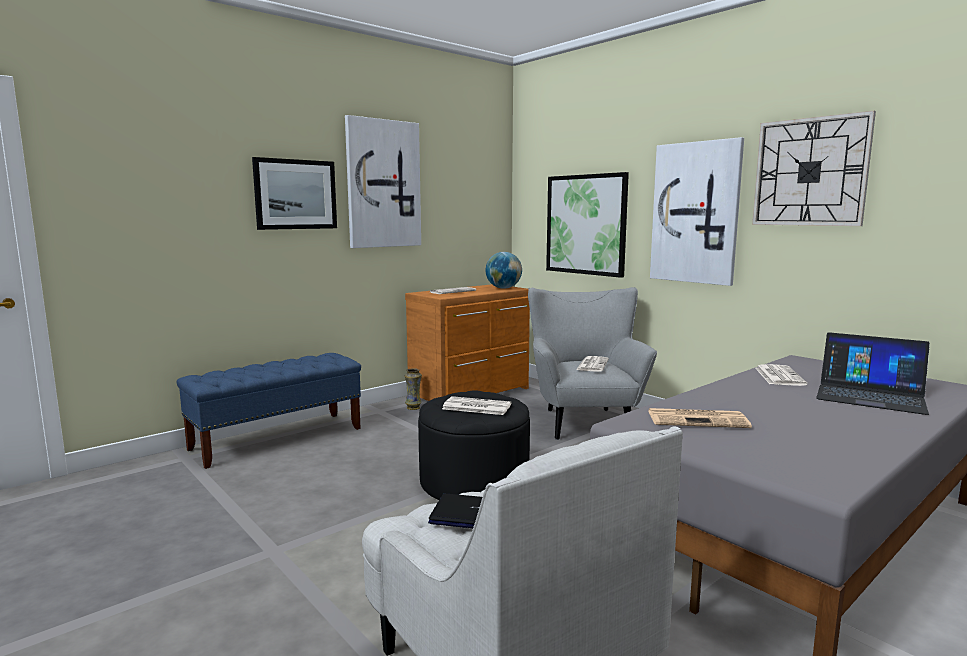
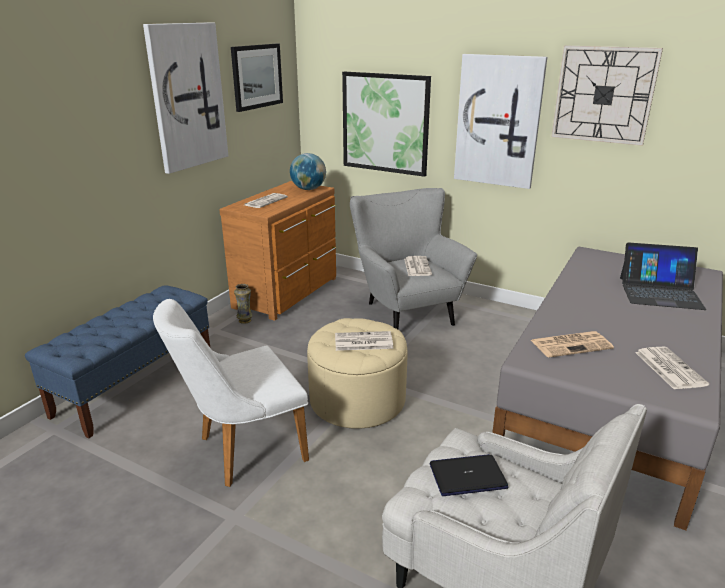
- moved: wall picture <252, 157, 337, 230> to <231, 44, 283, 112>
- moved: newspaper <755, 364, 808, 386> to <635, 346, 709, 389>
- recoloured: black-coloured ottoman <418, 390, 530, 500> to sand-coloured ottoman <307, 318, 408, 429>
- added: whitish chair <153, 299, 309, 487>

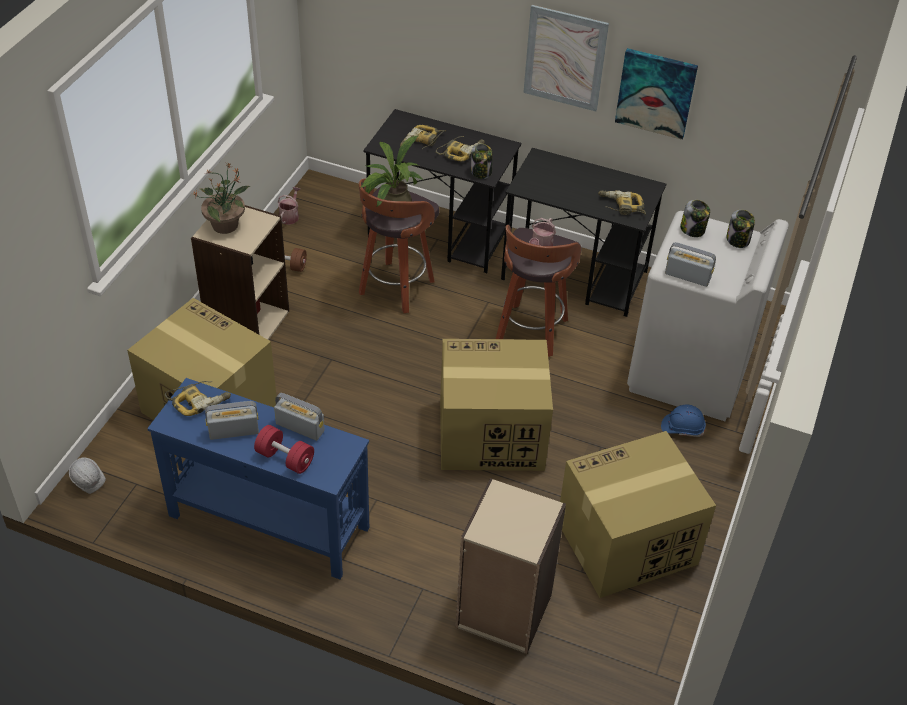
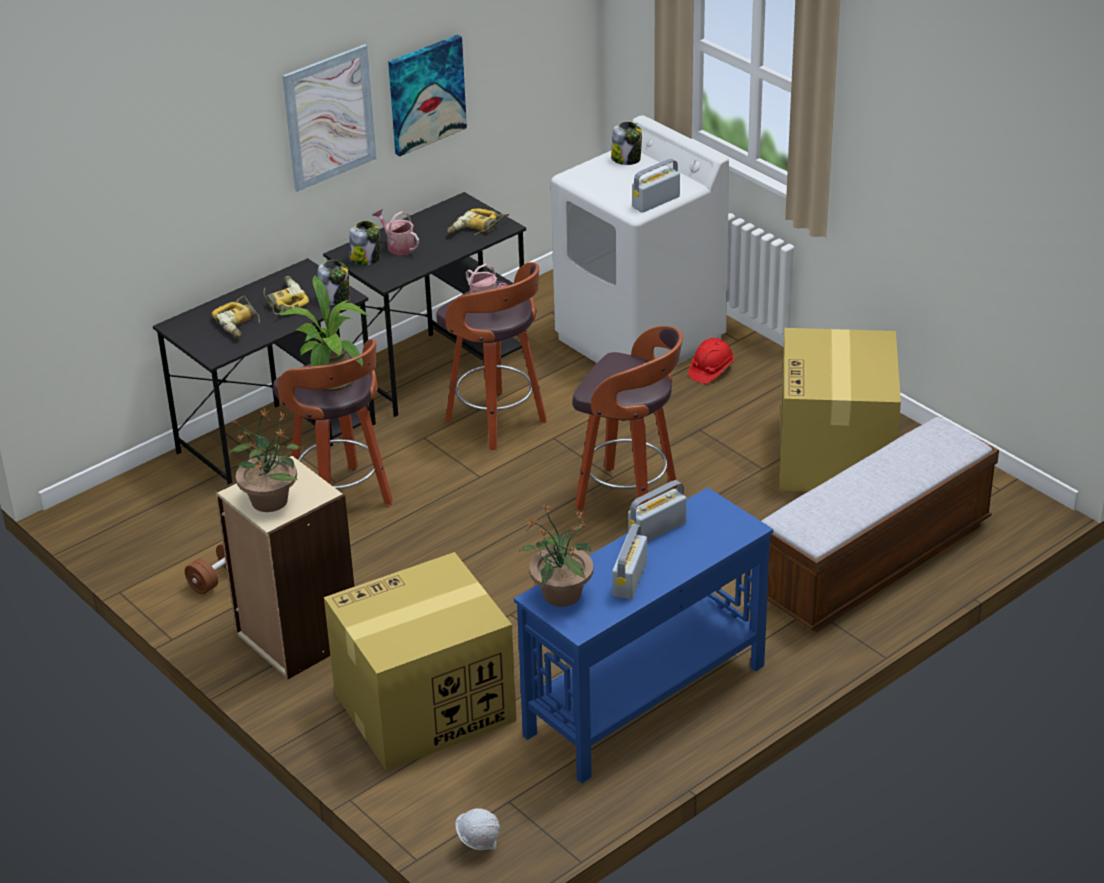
- moved: watering can <277, 187, 300, 225> to <373, 209, 419, 255>
- moved: jar <680, 200, 710, 237> to <349, 221, 380, 265>
- replaced: packing box <440, 339, 553, 471> to sitting stool <572, 326, 683, 510>
- replaced: power drill <165, 381, 231, 416> to plant in a pot <519, 504, 593, 607>
- recoloured: blue-coloured hard hat <661, 404, 706, 437> to red hard hat <689, 338, 734, 383>
- removed: red dumbbell <254, 425, 314, 474>
- replaced: sand-coloured shelving unit <455, 478, 566, 654> to long seat <761, 417, 999, 632>

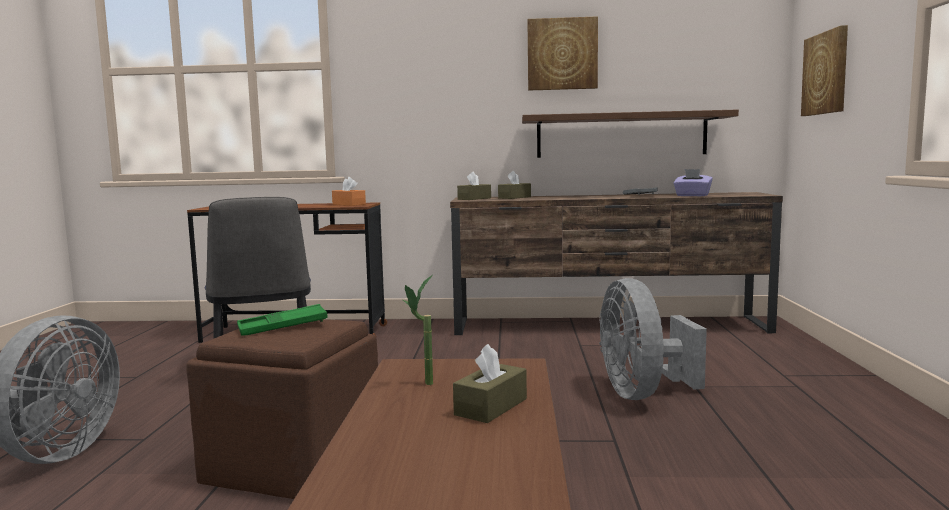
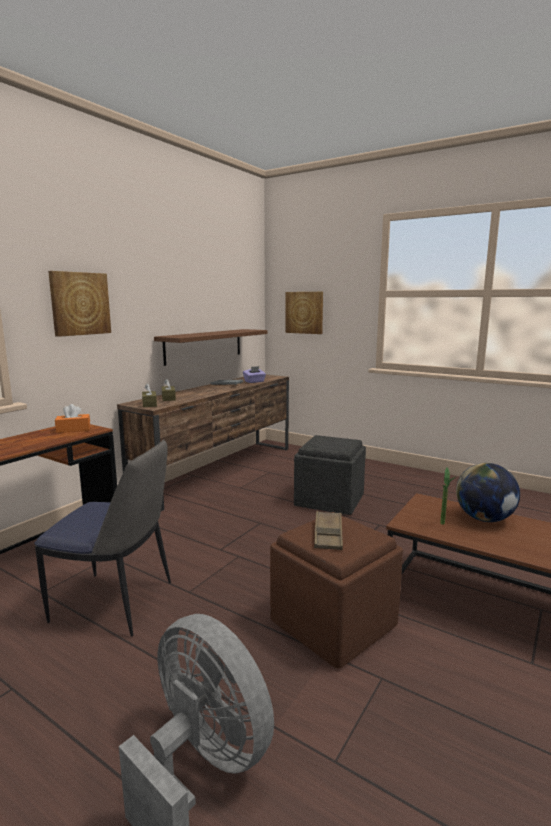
- moved: wall picture <528, 16, 598, 91> to <48, 271, 111, 337>
- replaced: grey cooling fan <599, 278, 707, 400> to grey ottoman <294, 435, 366, 515>
- recoloured: green carrying tray <237, 304, 328, 336> to brown-coloured carrying tray <314, 511, 343, 550>
- replaced: brown-coloured tissue box <453, 344, 527, 423> to desk globe <456, 463, 520, 522>

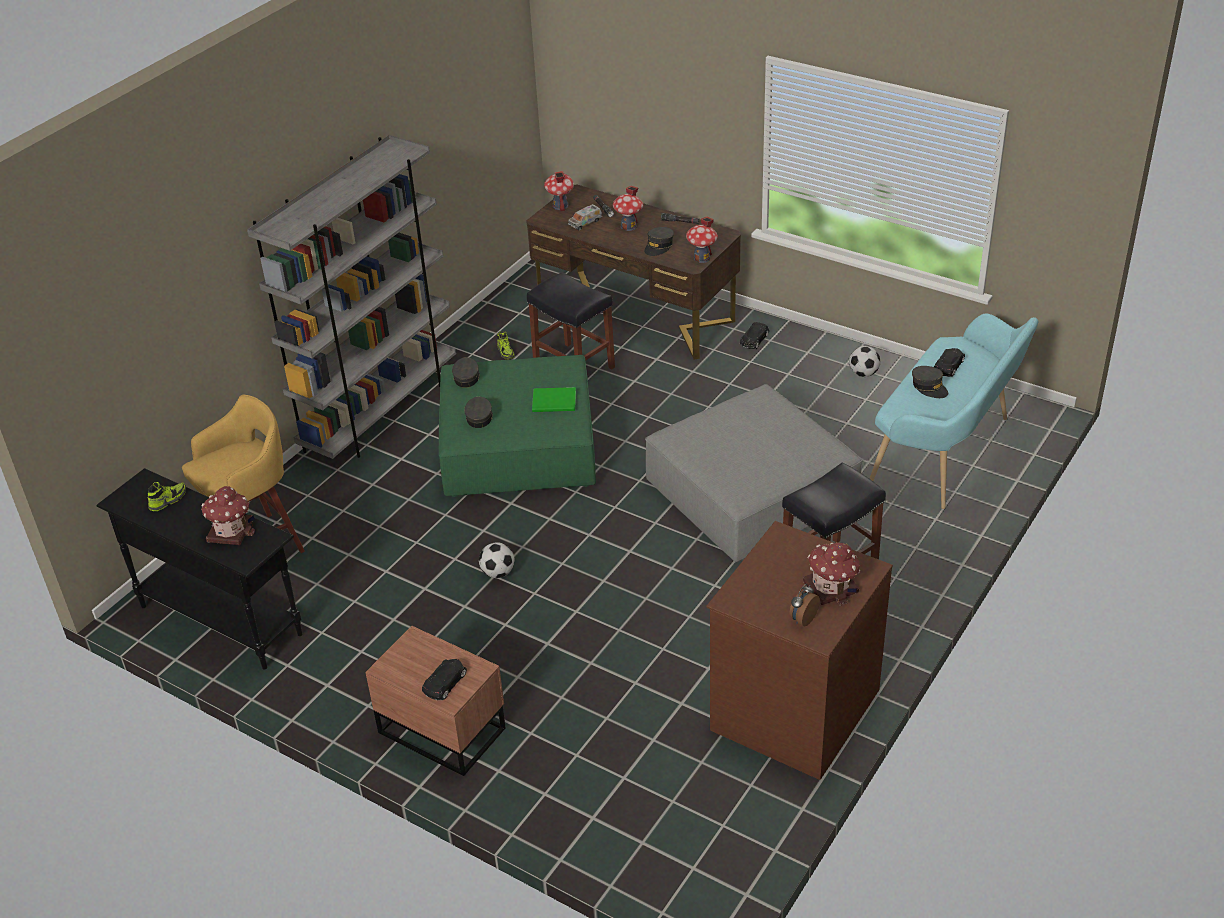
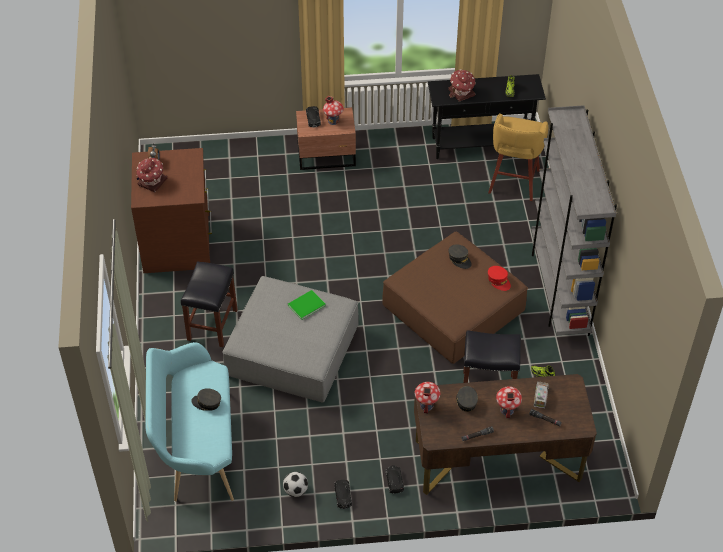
- moved: miniature house <544, 171, 574, 212> to <323, 96, 344, 125>
- moved: black-coloured miniature car <934, 348, 965, 377> to <334, 480, 352, 509>
- recoloured: green ottoman <439, 355, 596, 497> to brown-coloured ottoman <382, 232, 528, 364>
- recoloured: grey cap <452, 357, 480, 388> to red cap <488, 266, 511, 291>
- moved: green volume <532, 387, 576, 412> to <288, 290, 326, 320>
- removed: football ball <479, 542, 514, 578>

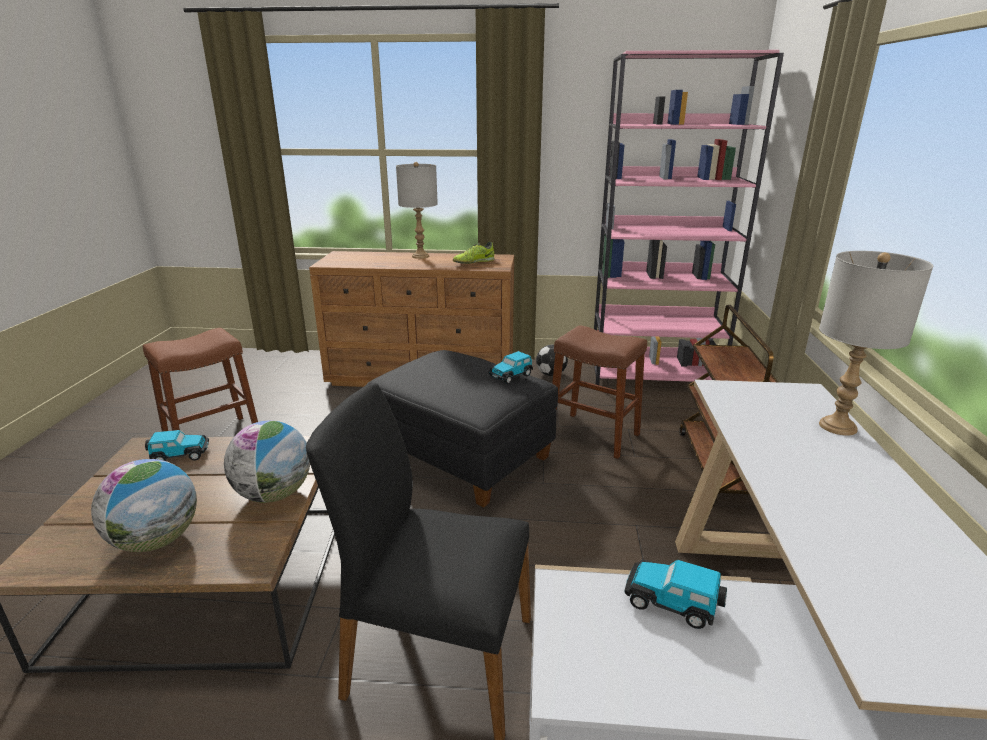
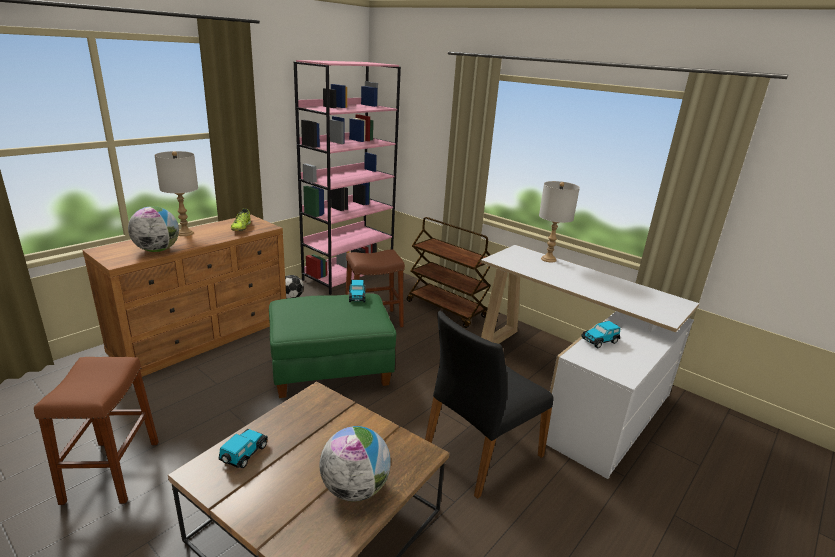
- recoloured: black-coloured ottoman <365, 350, 558, 508> to green ottoman <269, 293, 397, 398>
- moved: desk globe <224, 421, 310, 503> to <128, 206, 179, 252>

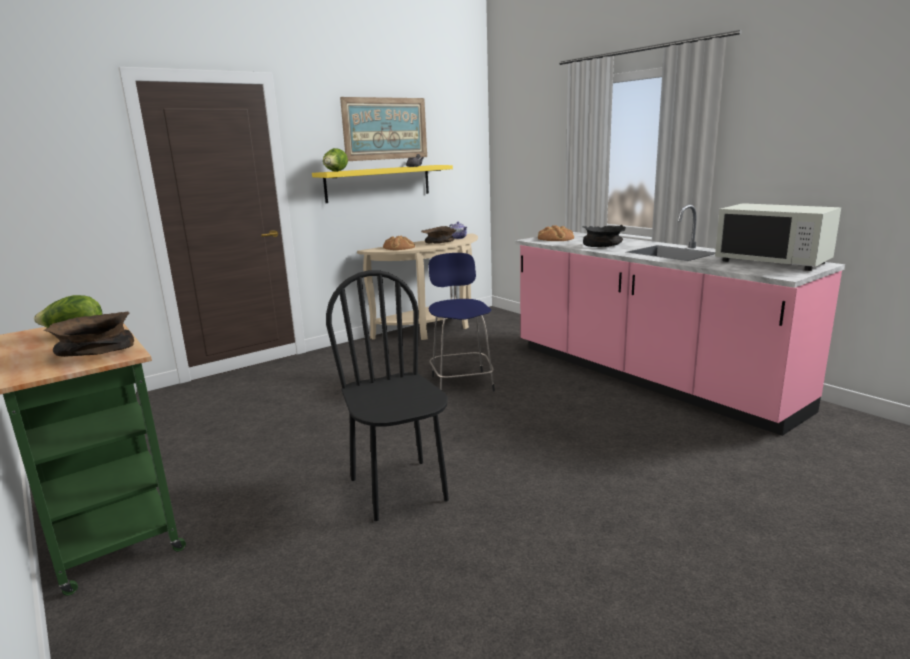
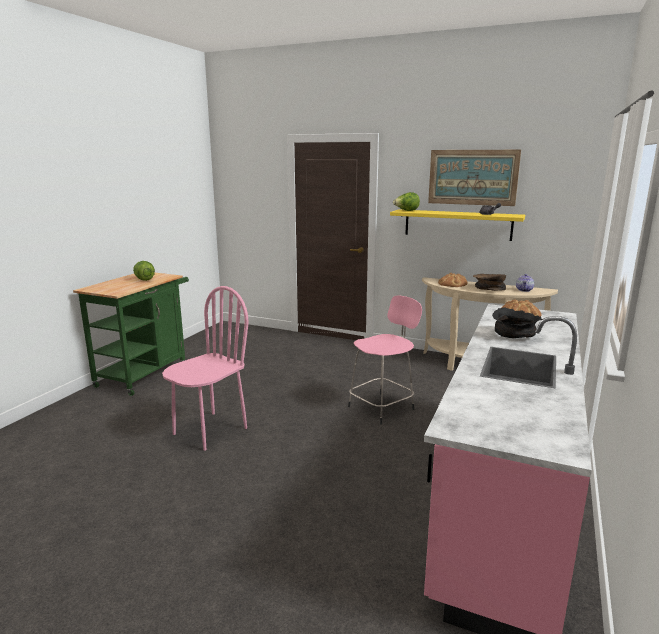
- removed: whitish kitchen microwave <715, 203, 841, 271>
- recoloured: blue-coloured sitting stool <429, 253, 495, 391> to pink sitting stool <348, 296, 422, 425>
- recoloured: black-coloured chair <326, 270, 449, 521> to pink chair <162, 286, 249, 451>
- removed: brown-coloured bowl <43, 312, 134, 357>

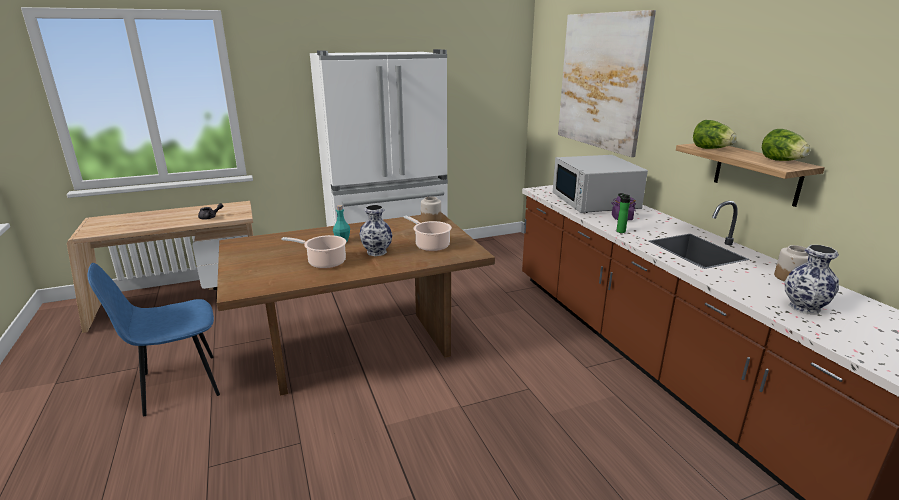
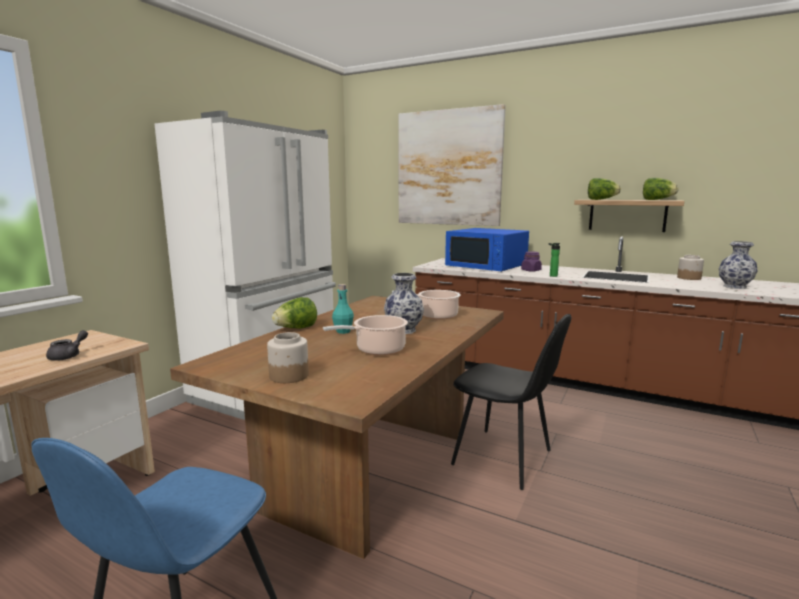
- recoloured: whitish kitchen microwave <553, 155, 648, 213> to blue-coloured kitchen microwave <445, 228, 529, 272>
- moved: jar <421, 196, 441, 222> to <267, 332, 309, 383>
- added: lettuce <272, 297, 317, 329>
- added: black-coloured chair <451, 314, 571, 490>

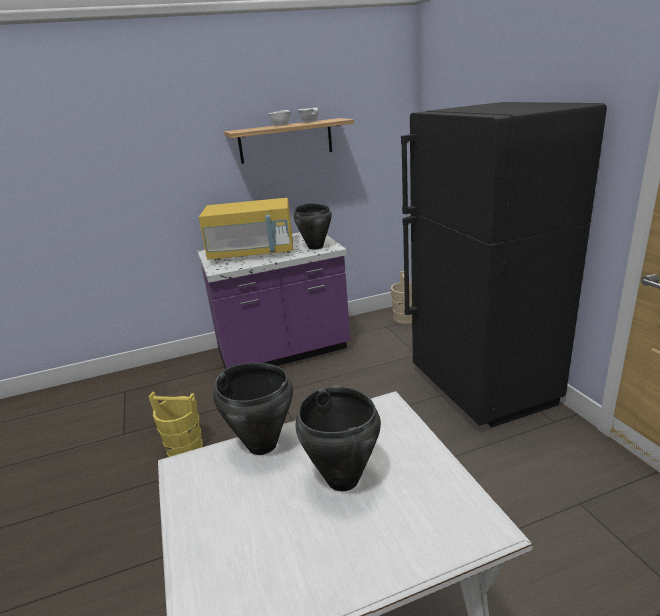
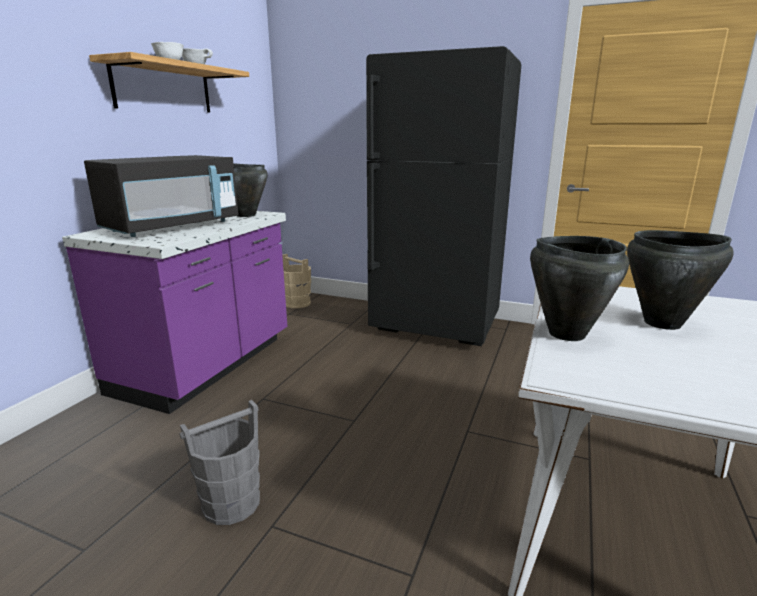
- recoloured: yellow-coloured kitchen microwave <199, 198, 293, 260> to black-coloured kitchen microwave <84, 155, 239, 237>
- recoloured: yellow-coloured pail <148, 392, 203, 457> to grey pail <180, 400, 260, 525>

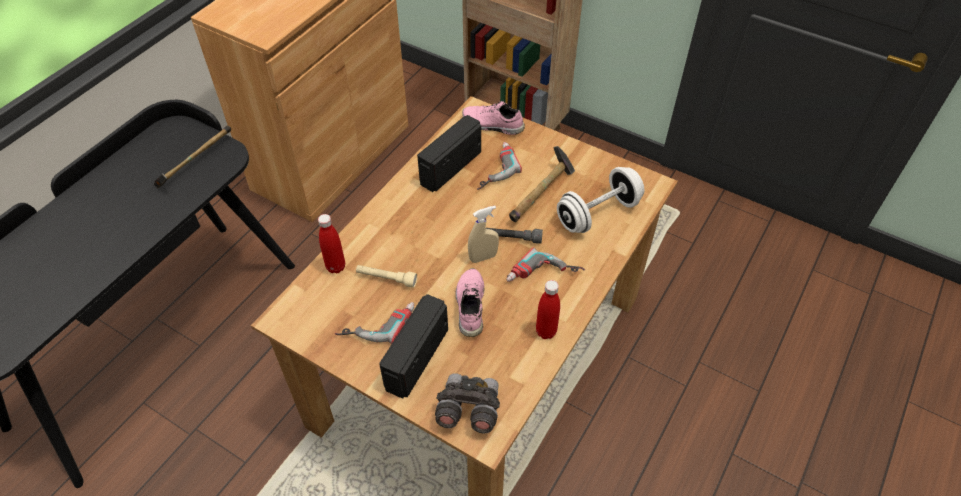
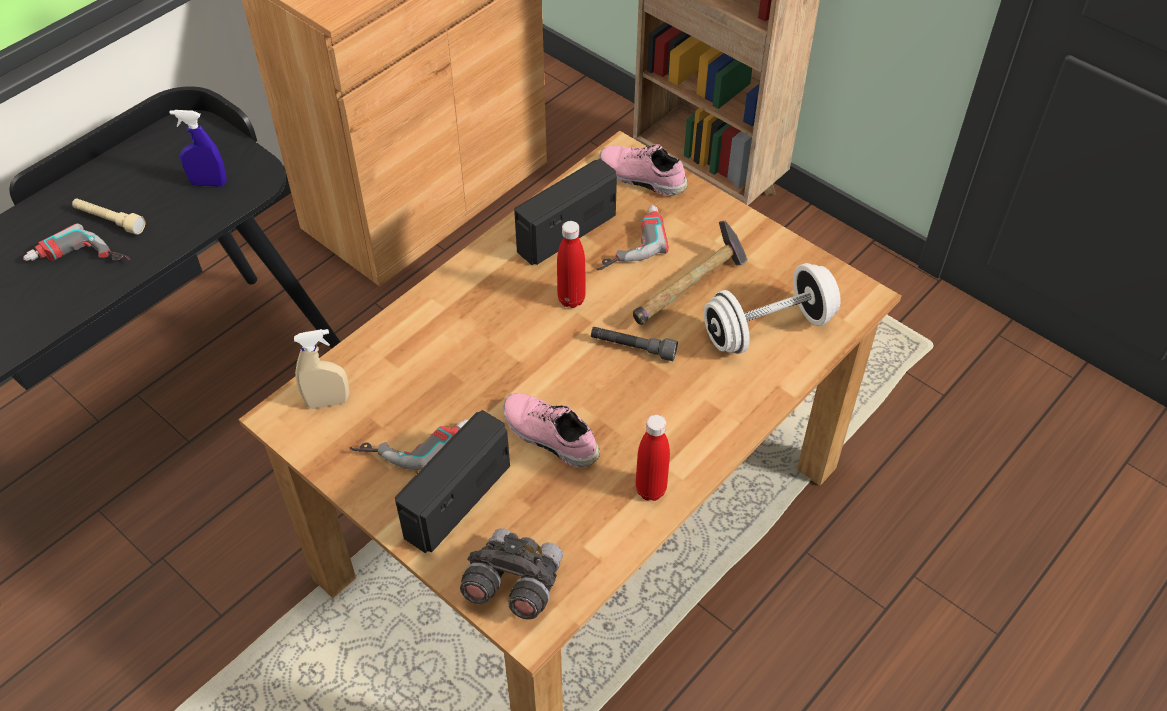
- replaced: hammer <154, 126, 231, 189> to blue-coloured sprayer <170, 110, 227, 187>
- moved: sand-coloured sprayer <468, 206, 499, 263> to <294, 329, 349, 409>
- moved: red beverage bottle <318, 214, 345, 274> to <557, 221, 586, 308>
- moved: power drill <506, 248, 585, 282> to <23, 223, 130, 261>
- moved: sand-coloured hand torch <356, 265, 417, 288> to <72, 198, 145, 235>
- turned: pink item of footwear <455, 268, 485, 337> = <503, 393, 600, 467> 60 degrees counterclockwise

